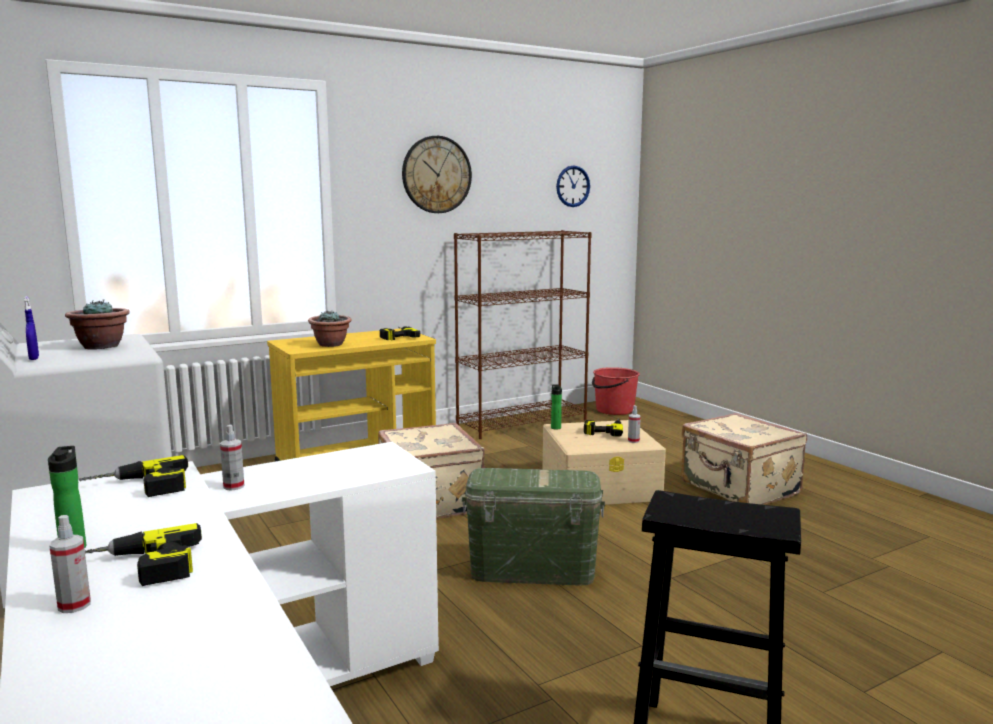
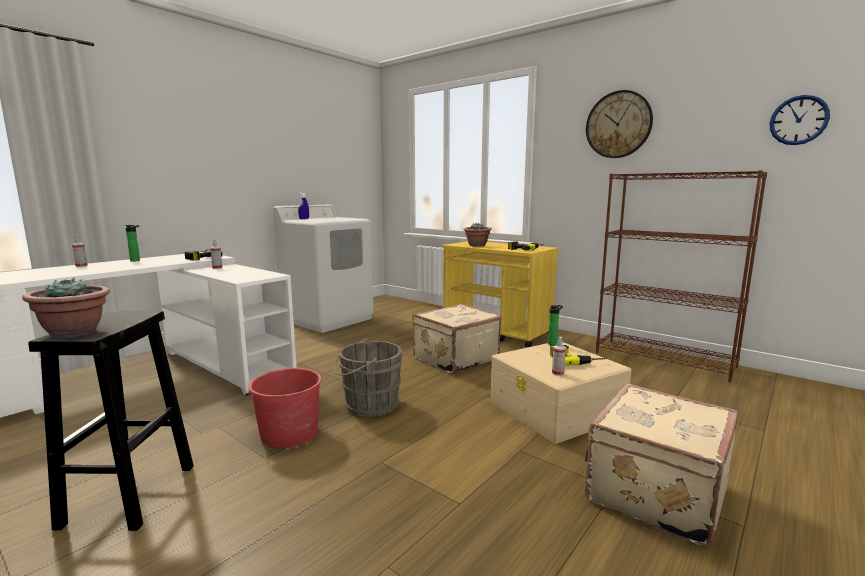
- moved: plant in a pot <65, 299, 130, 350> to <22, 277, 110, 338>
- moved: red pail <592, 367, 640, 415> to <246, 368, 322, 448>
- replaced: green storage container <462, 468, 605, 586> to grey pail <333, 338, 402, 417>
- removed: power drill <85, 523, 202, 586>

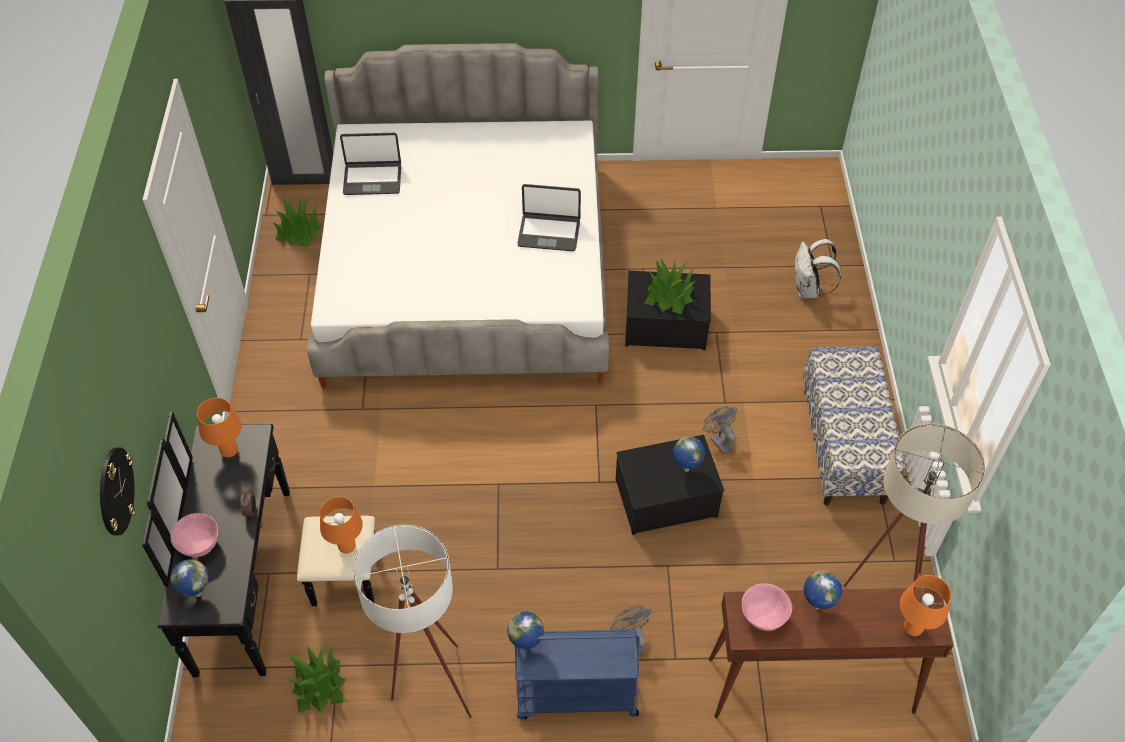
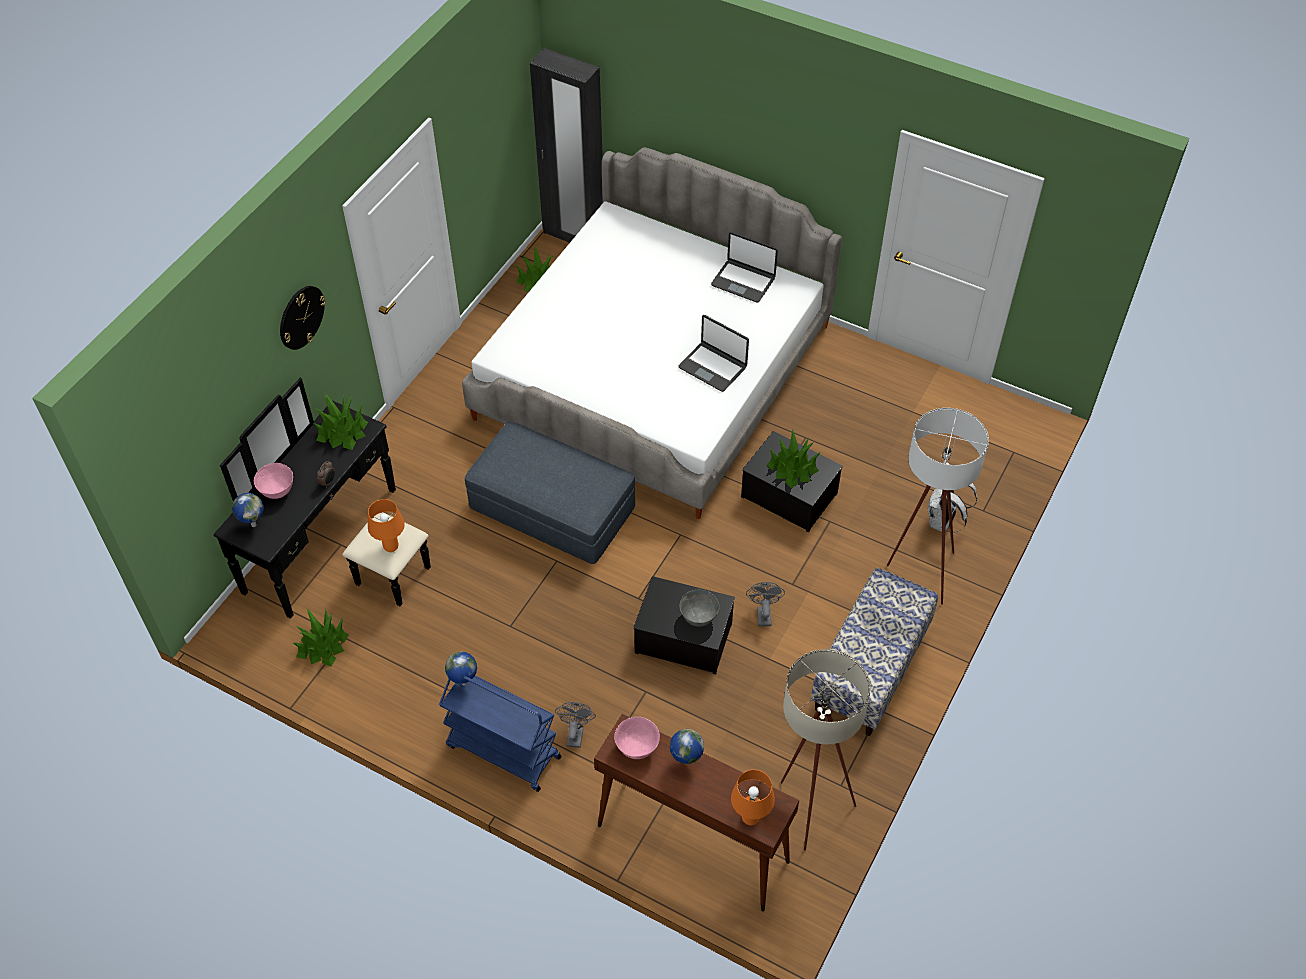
- moved: portable computer <340, 133, 401, 195> to <711, 232, 778, 303>
- replaced: orange table lamp <197, 398, 242, 458> to plant in a pot <313, 394, 368, 450>
- replaced: desk globe <673, 437, 705, 472> to grey bowl <679, 589, 719, 627>
- moved: wall clock <100, 448, 135, 536> to <280, 286, 326, 350>
- moved: whitish floor lamp <353, 525, 472, 718> to <887, 408, 989, 605>
- added: grey ottoman <465, 421, 635, 564>

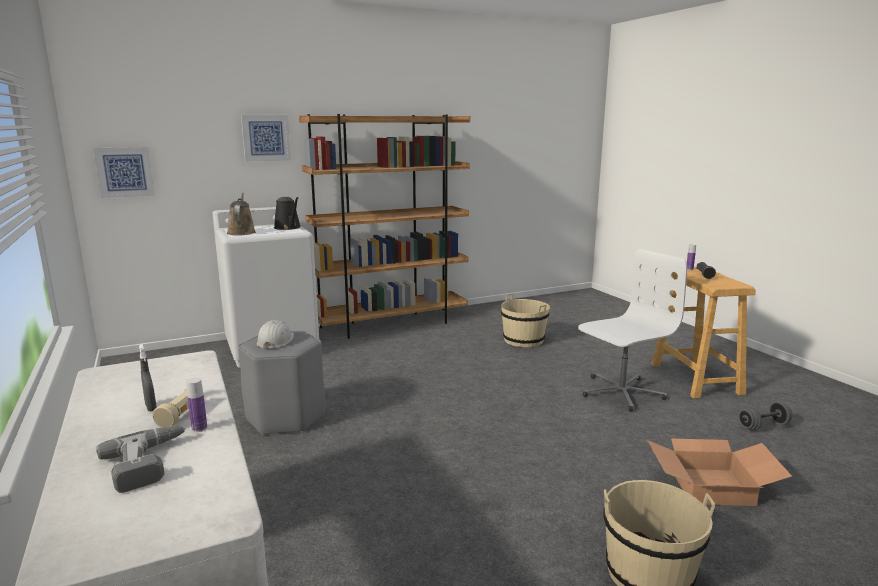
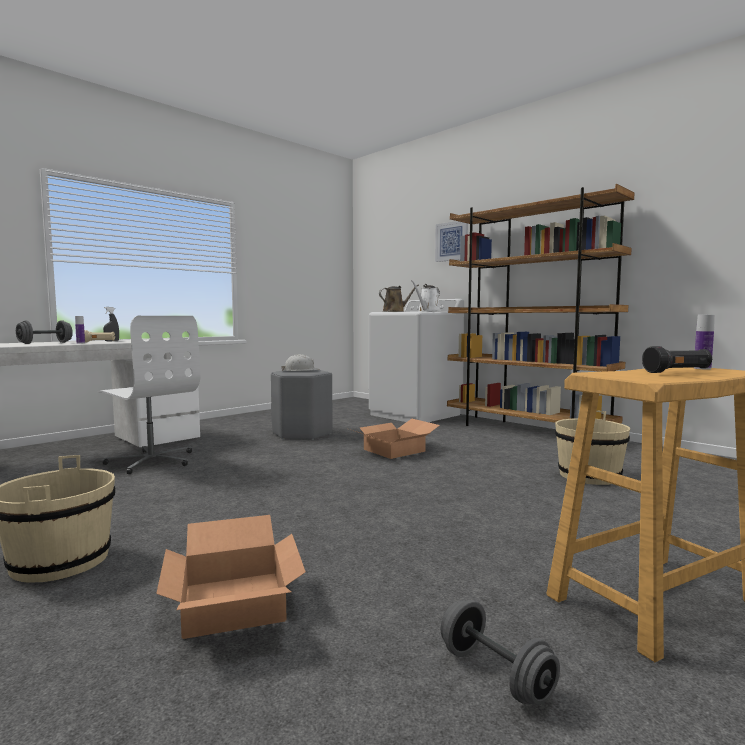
- removed: wall picture <93, 147, 155, 198>
- recoloured: black-coloured watering can <274, 197, 300, 230> to whitish watering can <411, 280, 440, 312>
- moved: whitish office chair <578, 249, 687, 411> to <98, 316, 201, 474>
- replaced: power drill <96, 426, 186, 493> to grey dumbbell <16, 320, 73, 344>
- added: packing box <349, 419, 440, 459>

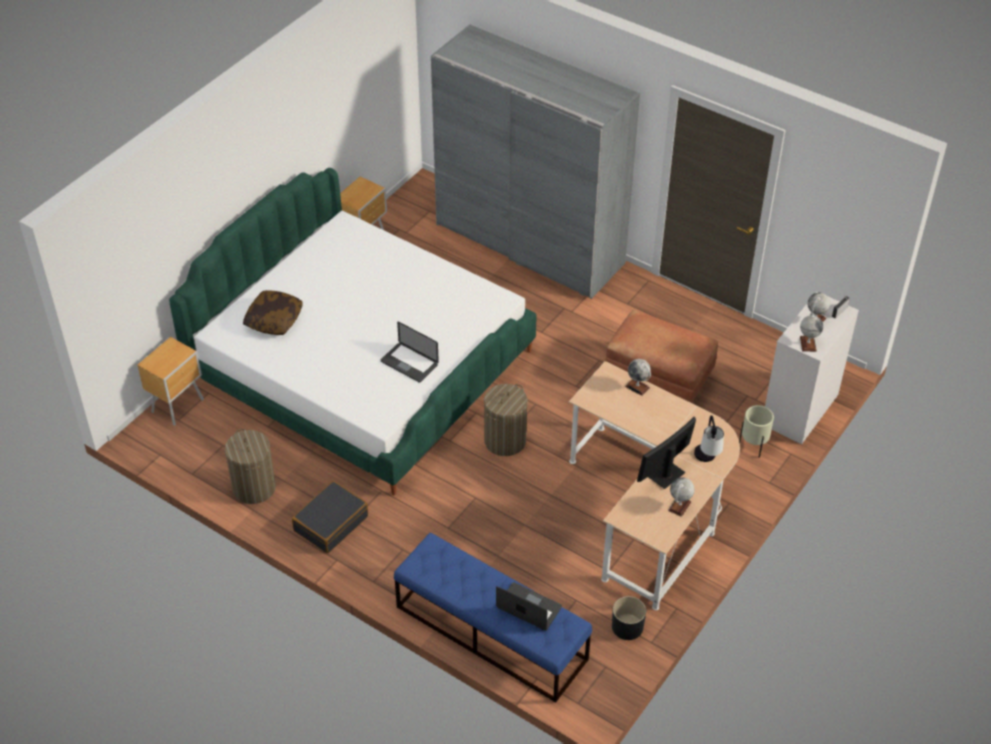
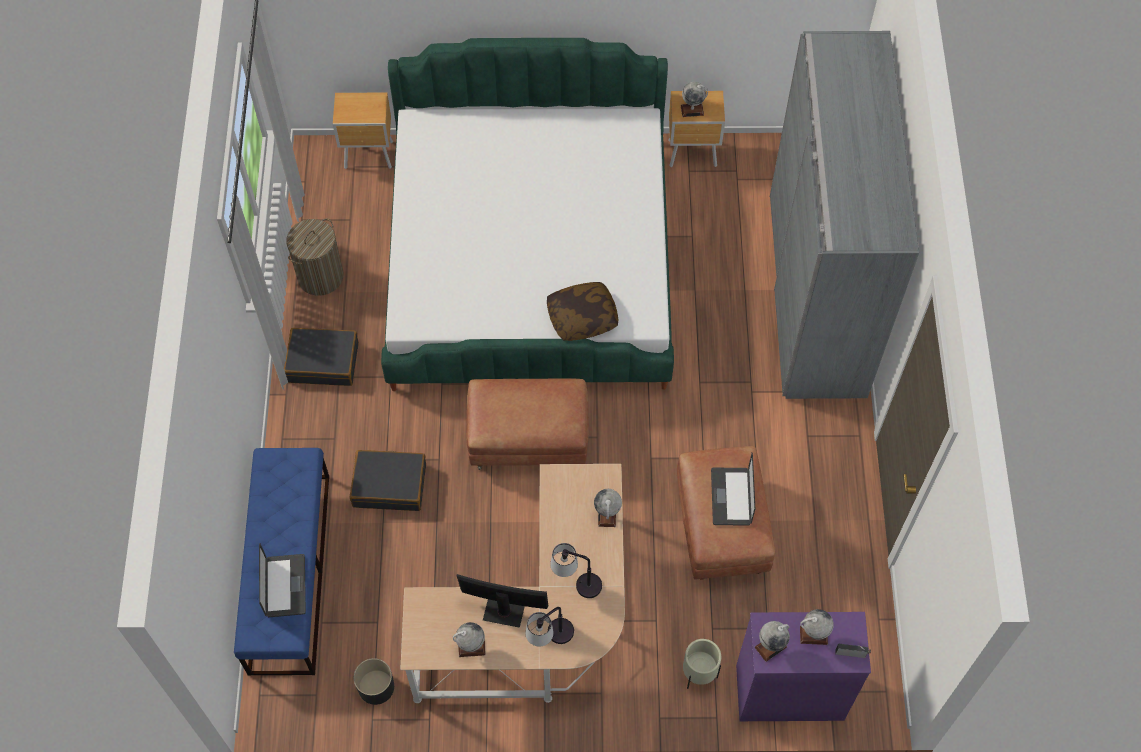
- moved: cushion <243, 290, 303, 335> to <547, 282, 619, 341>
- recoloured: whitish dresser <765, 292, 859, 444> to purple-coloured dresser <736, 612, 871, 721>
- moved: portable computer <381, 321, 439, 382> to <711, 453, 755, 526>
- replaced: washing basket <484, 384, 528, 456> to brown-coloured ottoman <466, 379, 589, 470>
- added: desk globe <681, 82, 708, 117>
- added: black-coloured piece of luggage <350, 450, 426, 511>
- added: table lamp <550, 543, 602, 598>

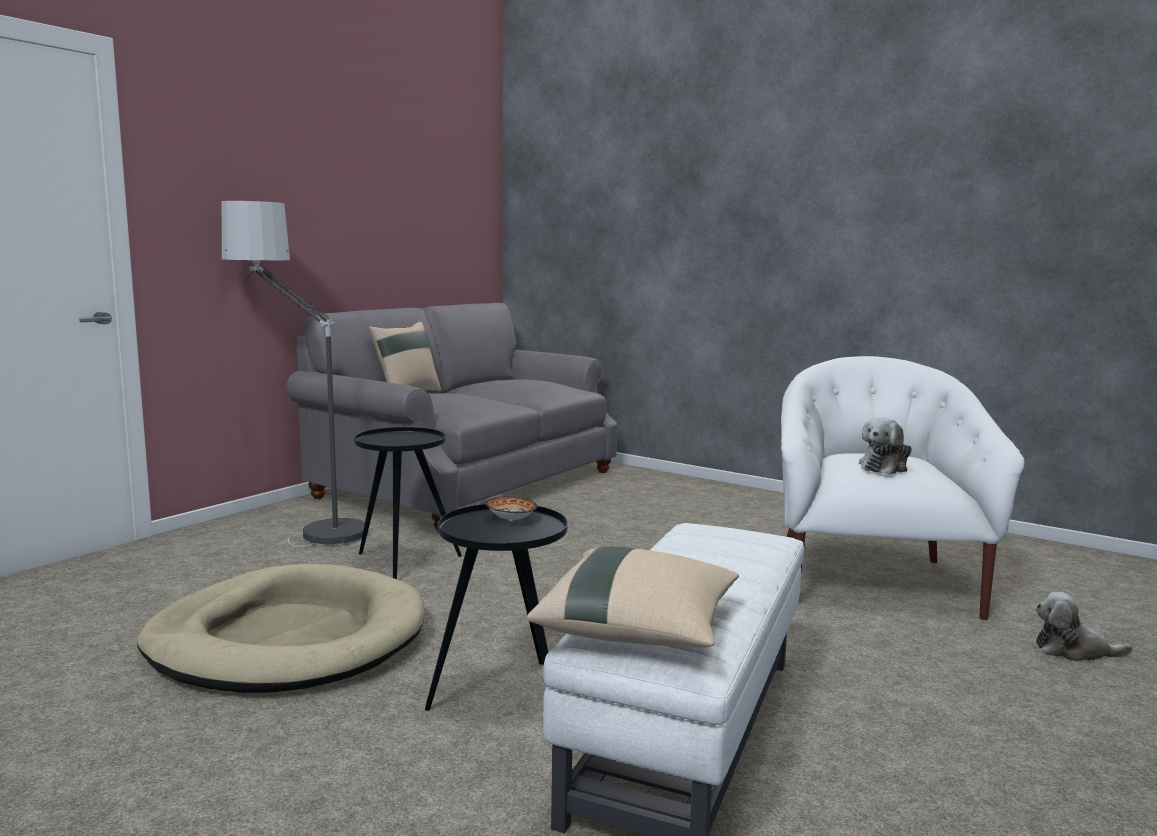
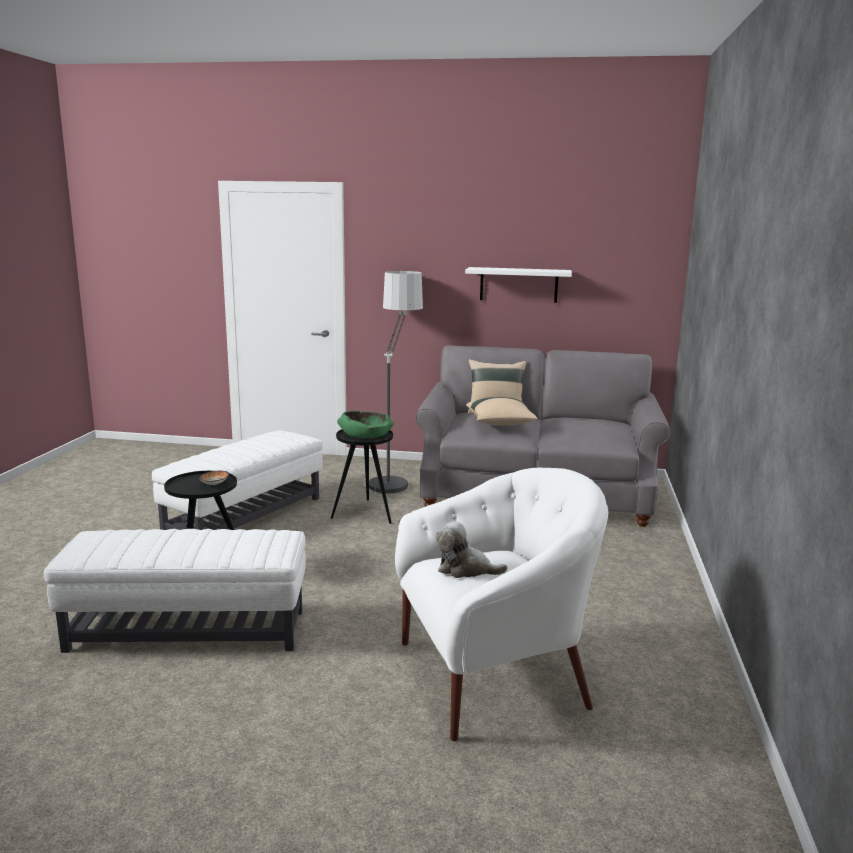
- moved: sand-coloured cushion <527, 546, 739, 647> to <466, 397, 538, 426>
- replaced: sand-coloured dog bed <137, 564, 424, 693> to whitish ottoman <152, 430, 323, 530>
- removed: cuddly toy <1035, 592, 1133, 662>
- added: whitish shelf <465, 267, 572, 303>
- added: green bowl <337, 411, 394, 438>

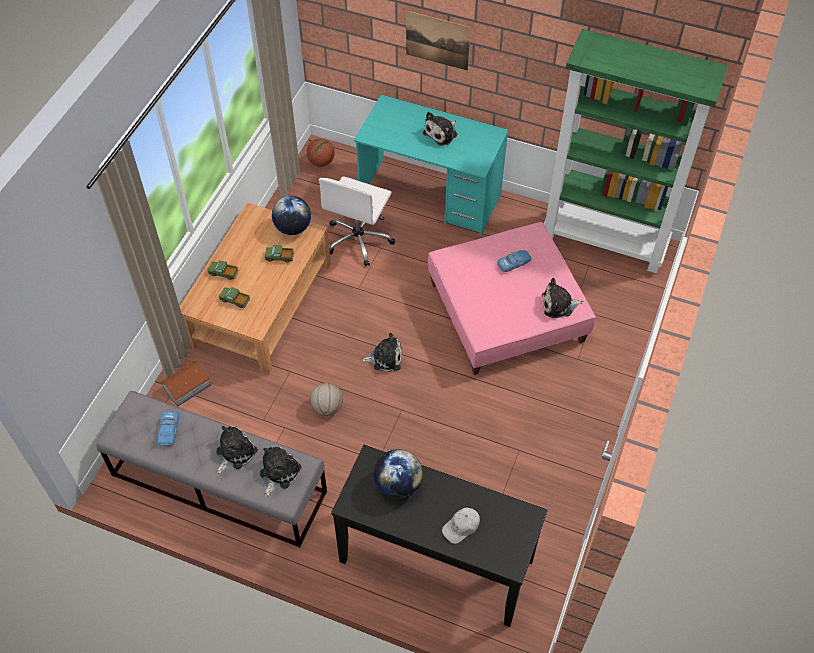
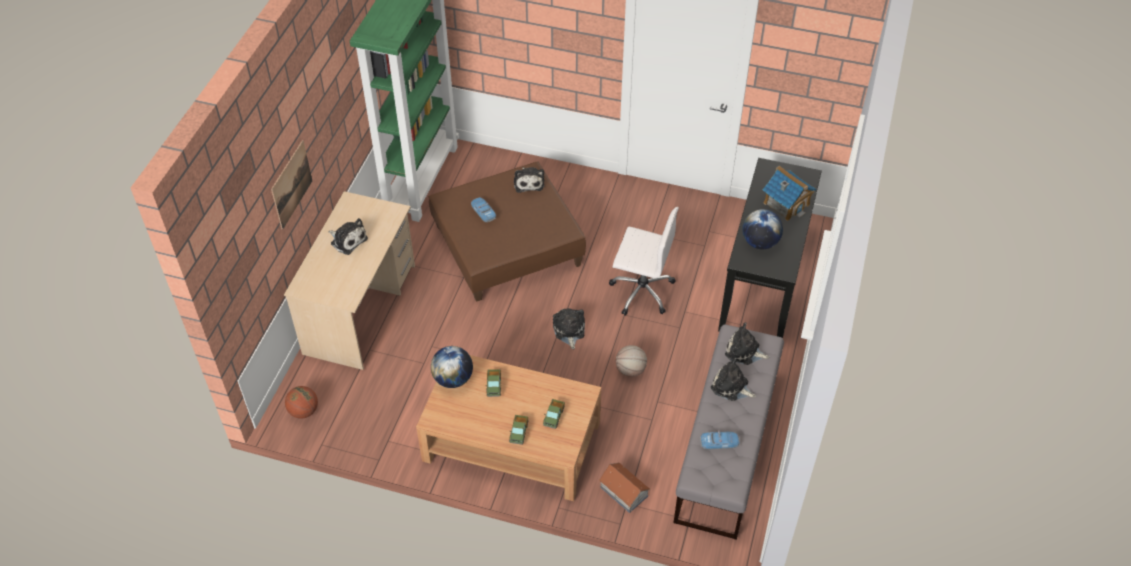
- recoloured: turquoise-coloured desk table <354, 94, 508, 236> to sand-coloured desk table <284, 191, 415, 370>
- moved: whitish office chair <319, 176, 395, 267> to <609, 207, 679, 315>
- recoloured: pink ottoman <428, 222, 596, 375> to brown-coloured ottoman <429, 161, 586, 302>
- replaced: whitish cap <442, 507, 480, 544> to miniature house <763, 166, 816, 221>

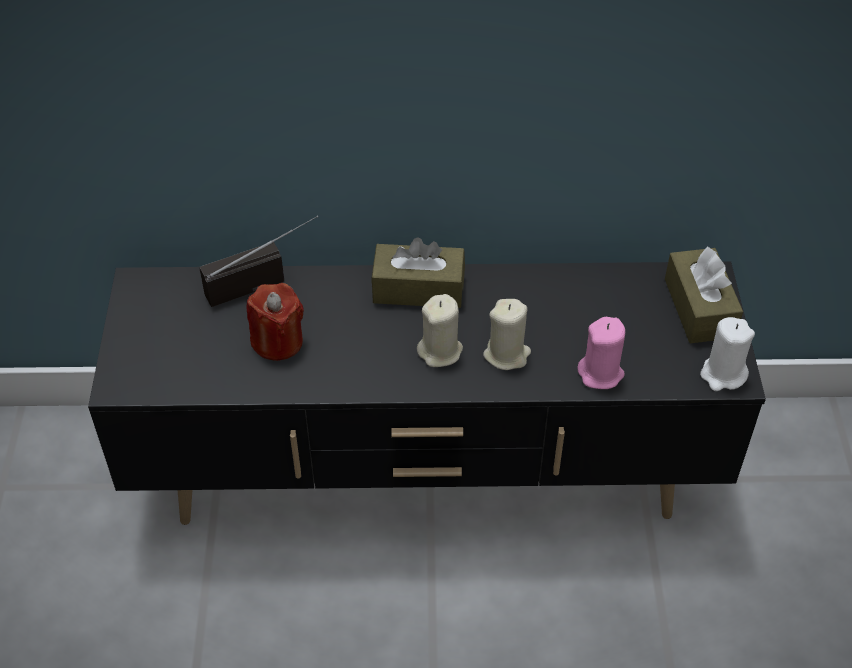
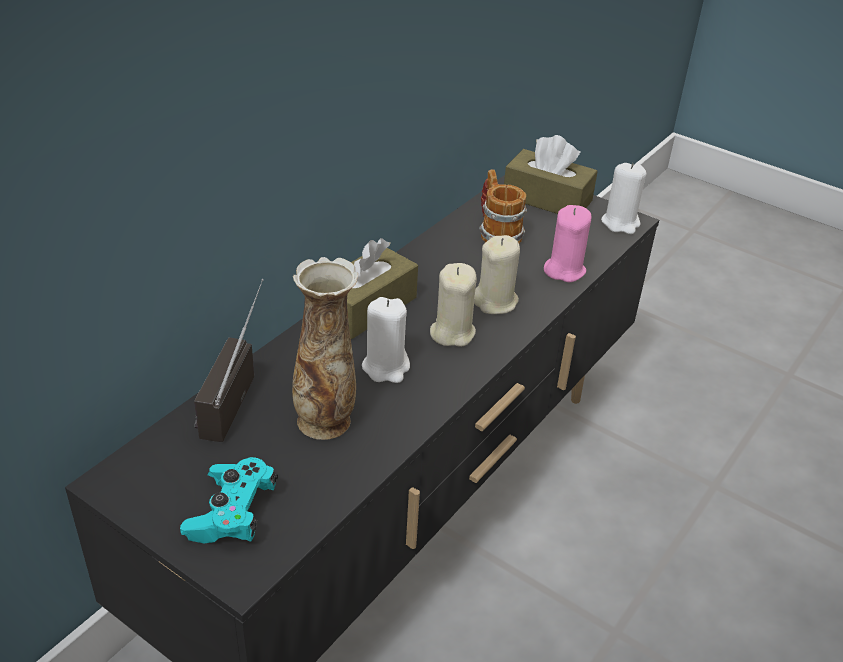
- replaced: red candle <247, 283, 304, 361> to decorative vase <292, 257, 358, 440>
- added: coffee mug <479, 169, 527, 244>
- added: whitish candle <362, 297, 410, 383>
- added: turquoise-coloured joypad <180, 457, 278, 543>

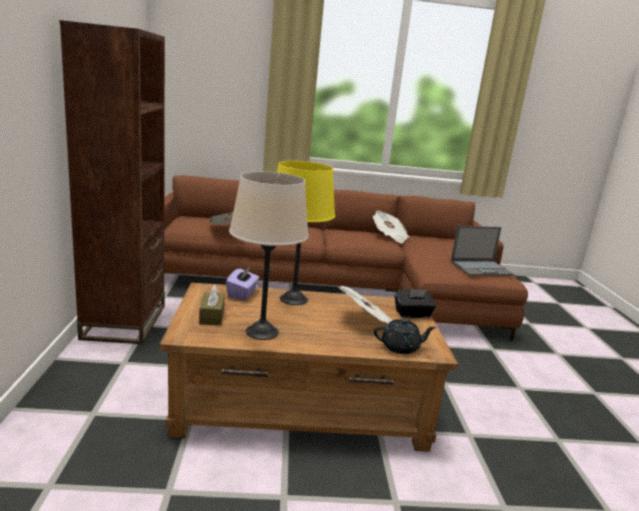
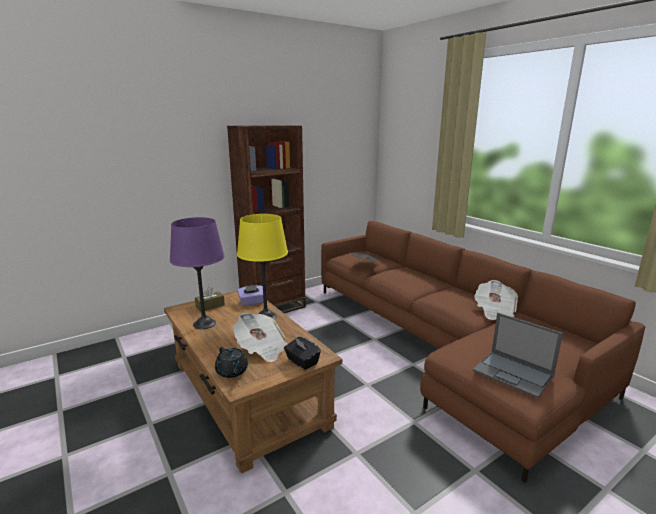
- recoloured: sand-coloured table lamp <229, 172, 309, 340> to purple-coloured table lamp <170, 217, 224, 329>

